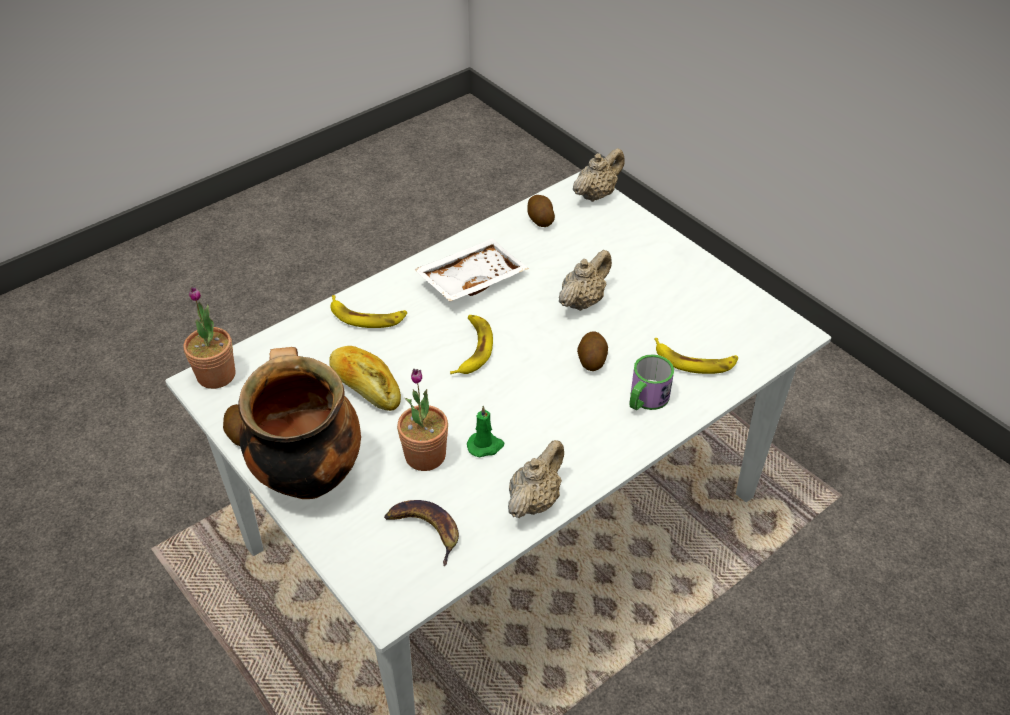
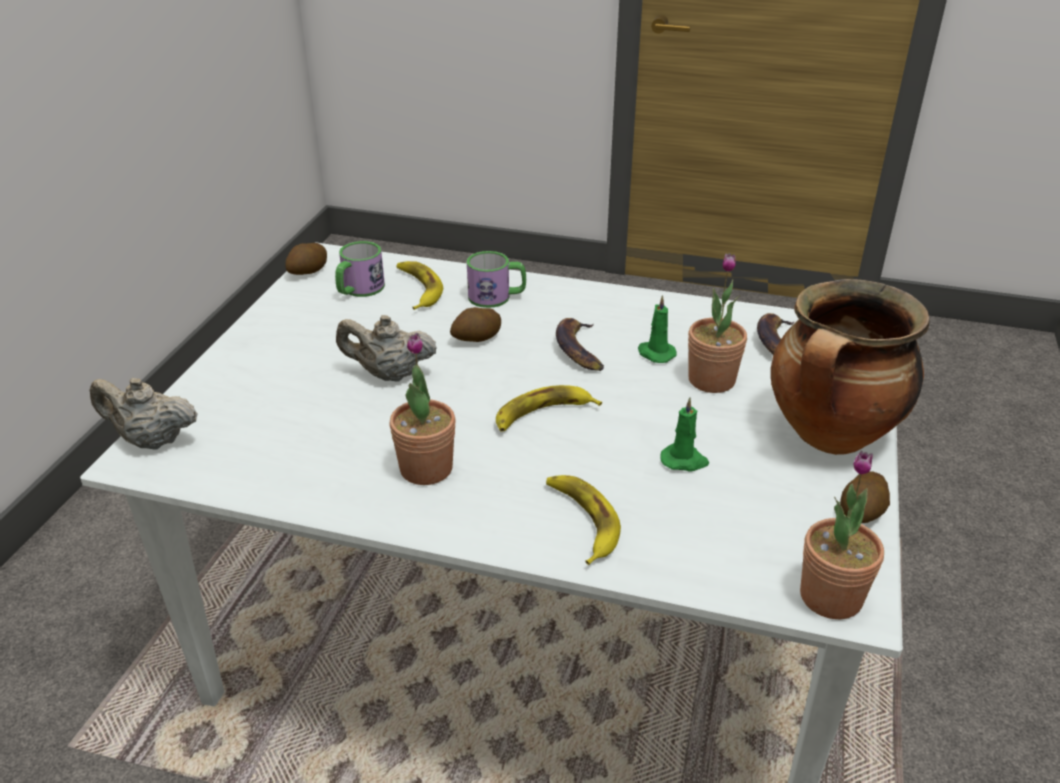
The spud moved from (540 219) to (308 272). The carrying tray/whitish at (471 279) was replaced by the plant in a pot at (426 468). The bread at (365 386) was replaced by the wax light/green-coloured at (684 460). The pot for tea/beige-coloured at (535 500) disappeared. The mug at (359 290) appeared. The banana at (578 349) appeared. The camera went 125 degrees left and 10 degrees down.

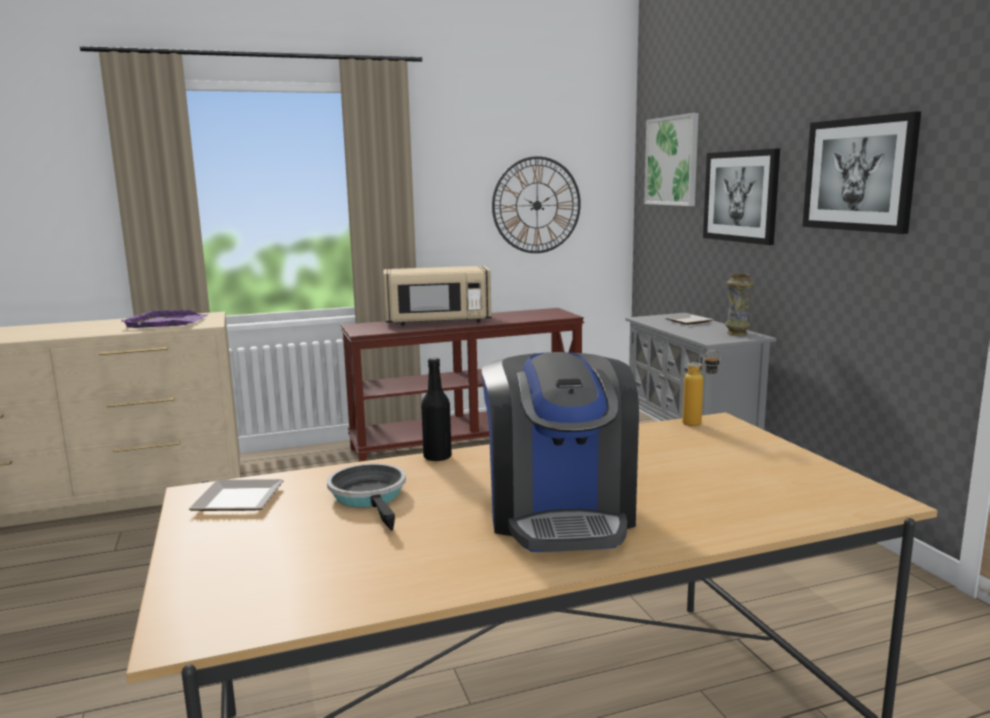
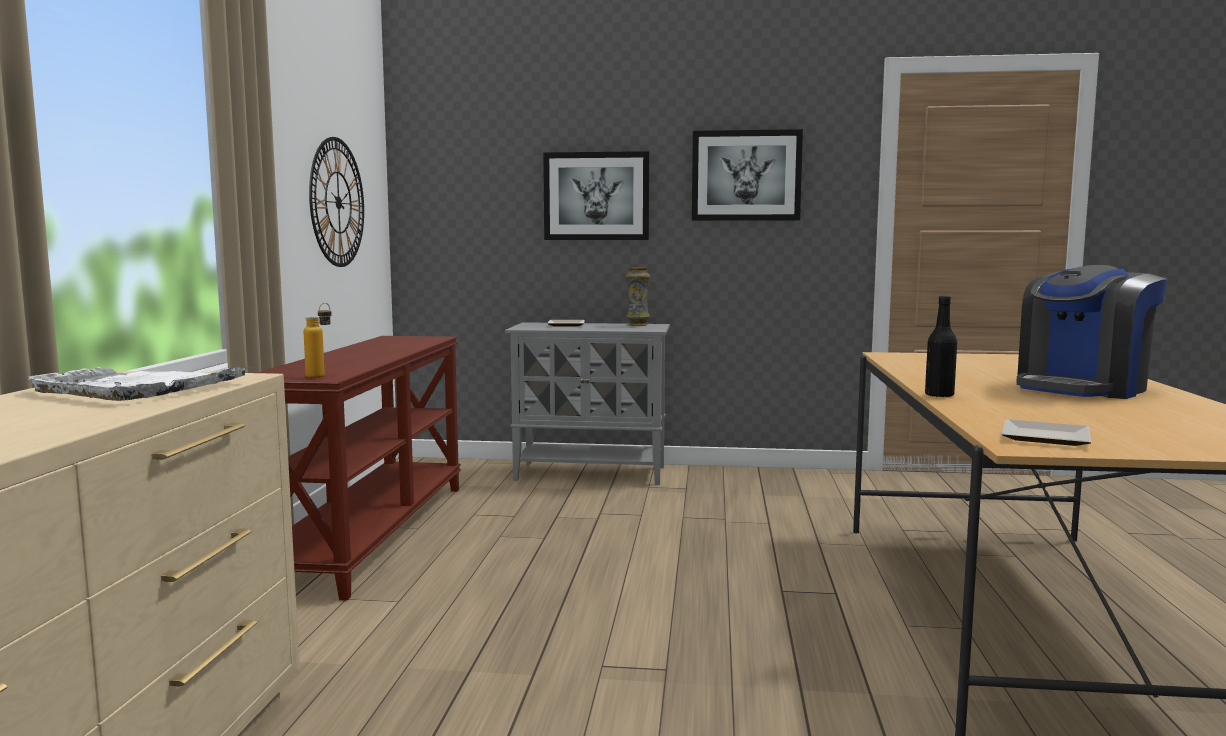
The wall picture at (672 161) disappeared. The kitchen microwave/beige-coloured at (438 322) disappeared. The carrying tray/purple at (167 323) became the carrying tray/whitish at (139 388). The bottle moved from (699 423) to (321 375). The coffee machine at (560 513) turned 120 degrees clockwise. The frying pan at (370 497) disappeared. The camera went 65 degrees left and 5 degrees down.

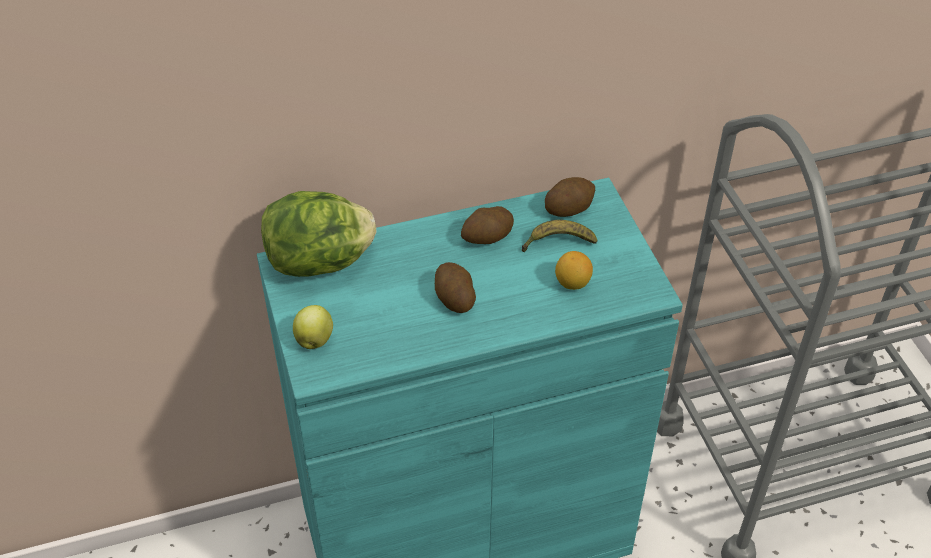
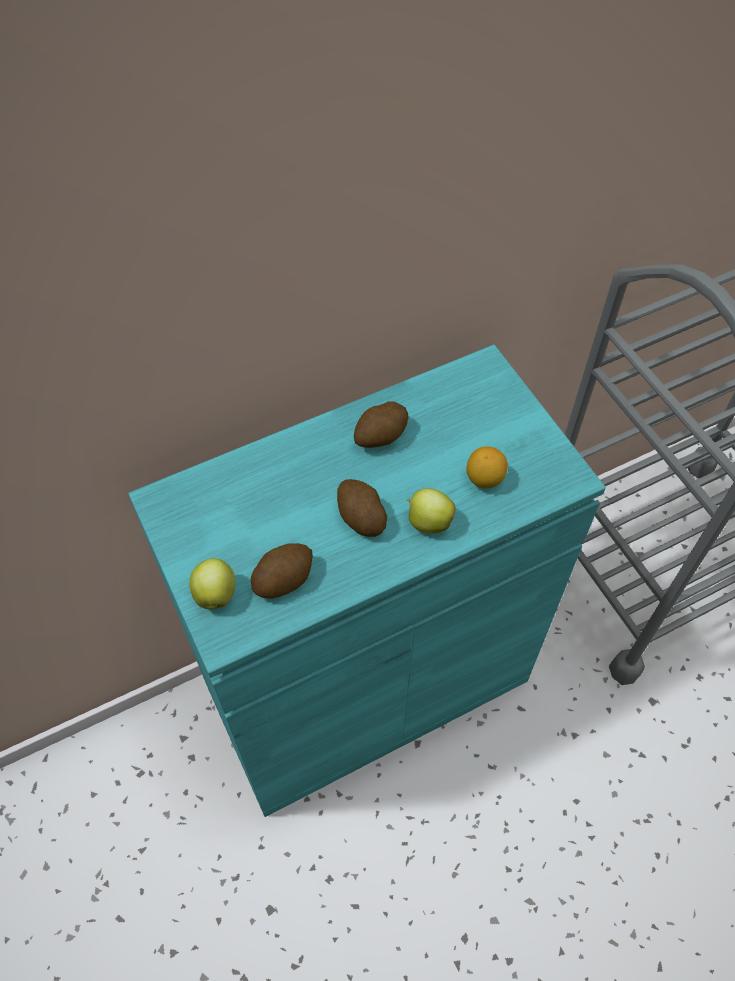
The spud moved from (569 208) to (283 579). The lettuce at (320 262) disappeared. The banana at (557 243) disappeared. The apple fruit at (428 522) appeared. The camera went 10 degrees left and 10 degrees up.

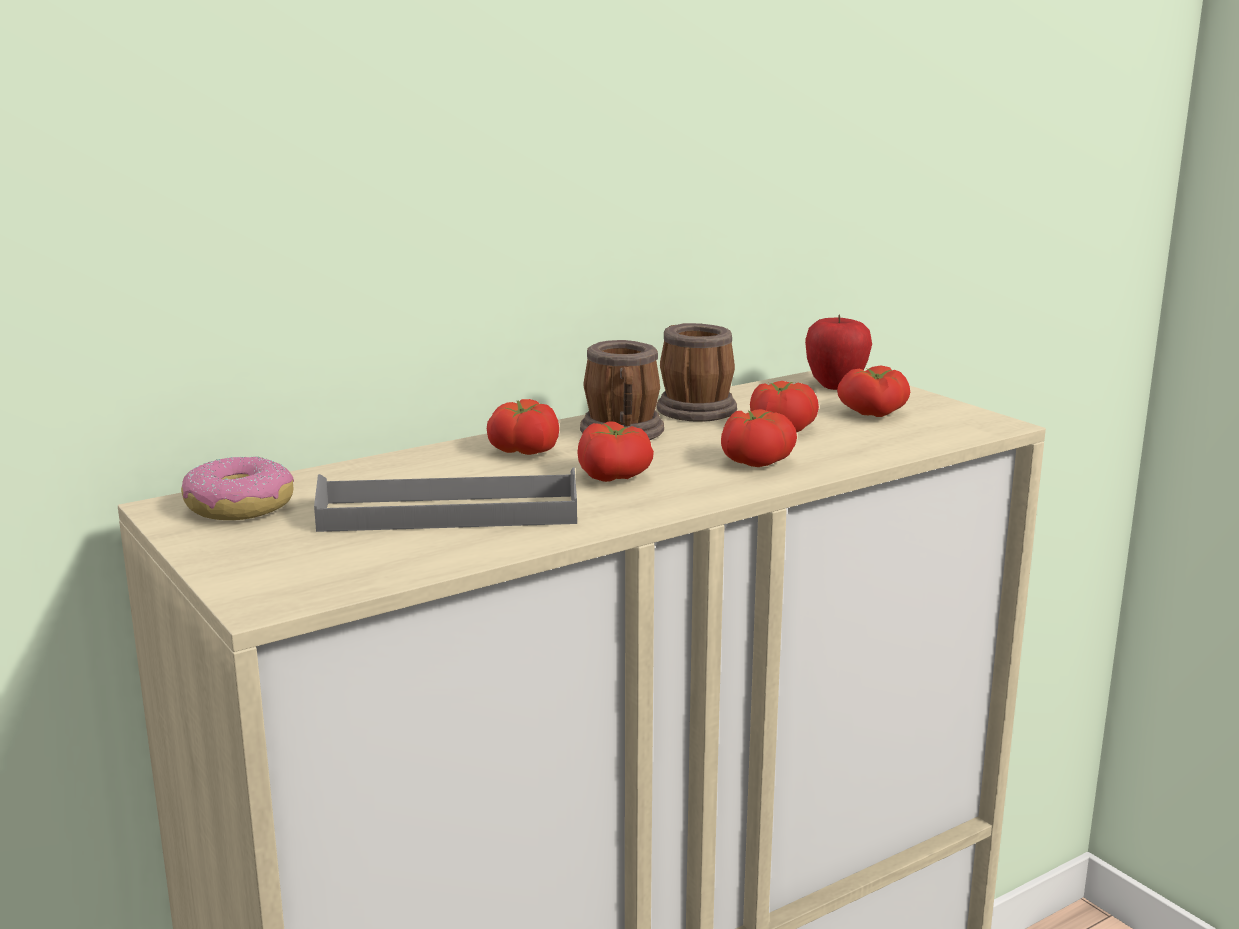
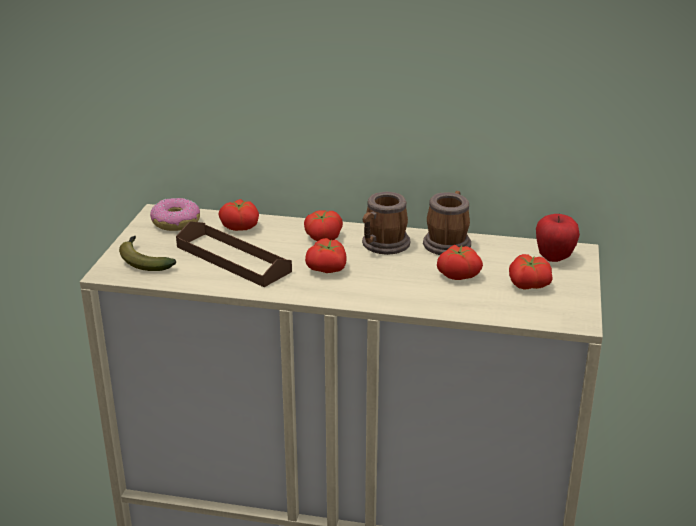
The tomato moved from (753 461) to (240 226). The carrying tray/grey at (449 513) became the carrying tray/brownish at (233 259). The banana at (143 260) appeared. The camera went 45 degrees right and 10 degrees up.

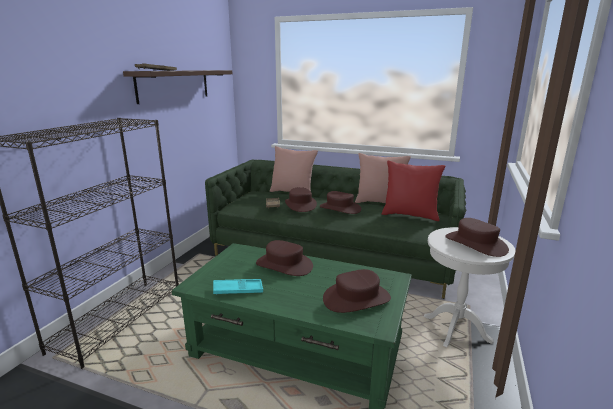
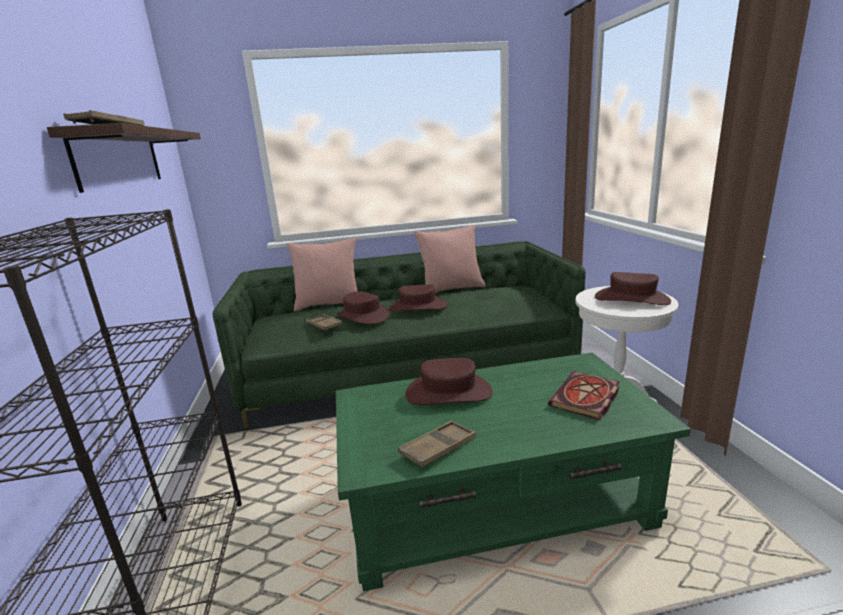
The throw pillow/red-coloured at (410 215) disappeared. The wearable hat/brownish at (356 298) was replaced by the book at (586 398). The carrying tray/blue-green at (238 290) became the carrying tray/brownish at (438 448). The camera went 30 degrees left and 0 degrees up.

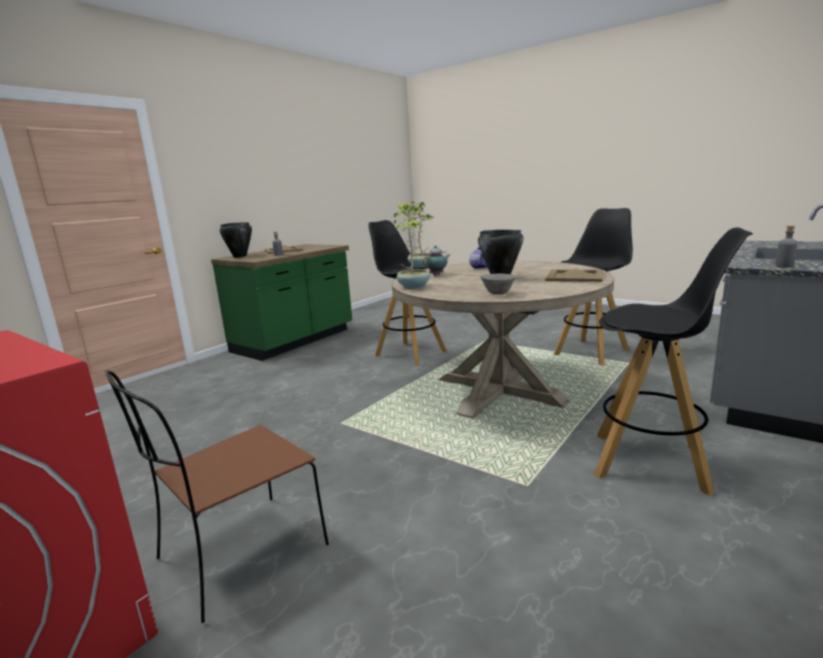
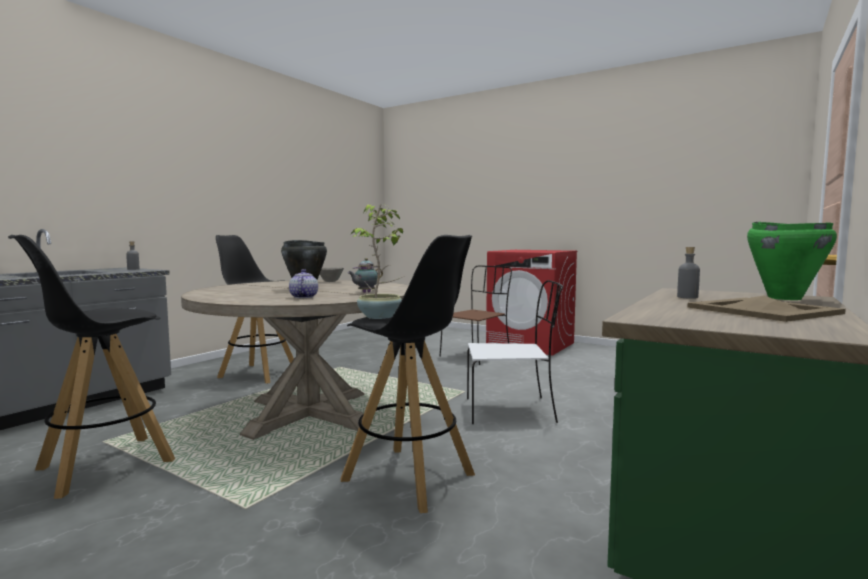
The plant in a pot at (414 287) disappeared. The saucepot/black-coloured at (239 256) became the saucepot/green-coloured at (784 298). The carrying tray/beige-coloured at (574 276) disappeared. The chair/whitish at (512 410) appeared. The camera went 175 degrees right and 10 degrees down.

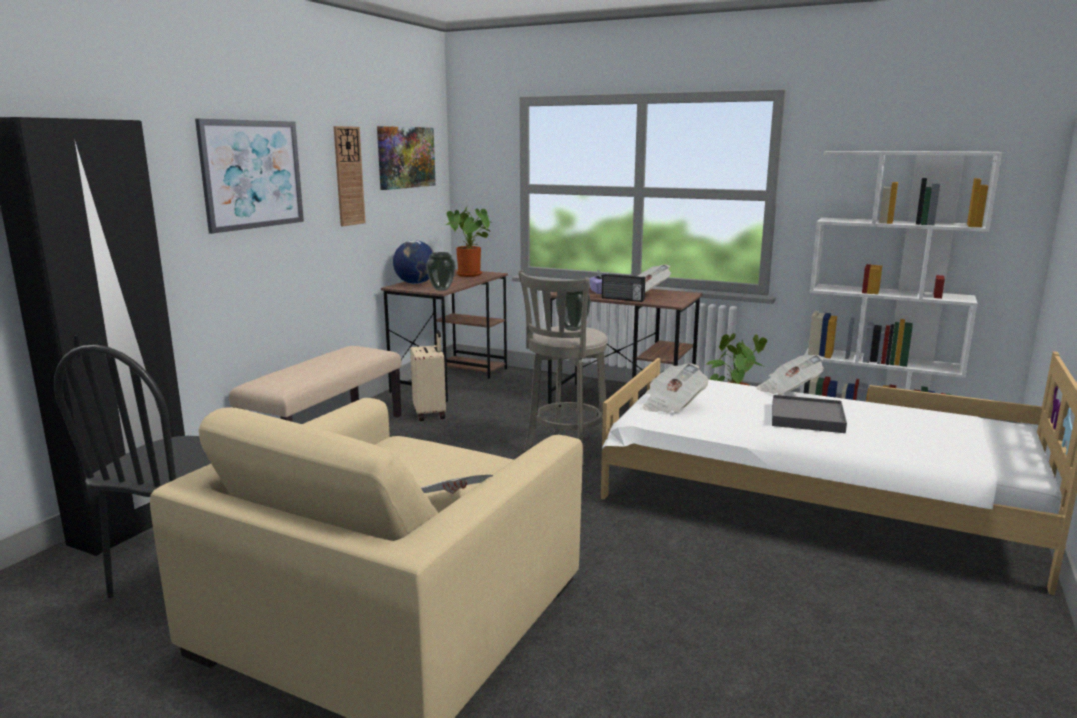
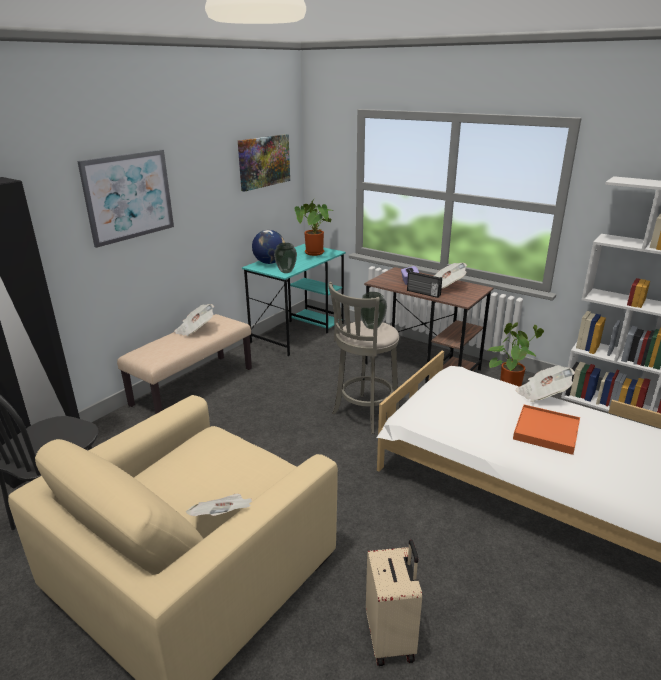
The hanging clock at (348 176) disappeared. The desk table/brownish at (451 379) became the desk table/blue-green at (298 332). The piece of luggage/beige-coloured moved from (430 414) to (391 638). The newspaper moved from (672 405) to (195 330). The carrying tray/grey at (806 417) became the carrying tray/orange-coloured at (546 431). The camera went 10 degrees right and 10 degrees up.

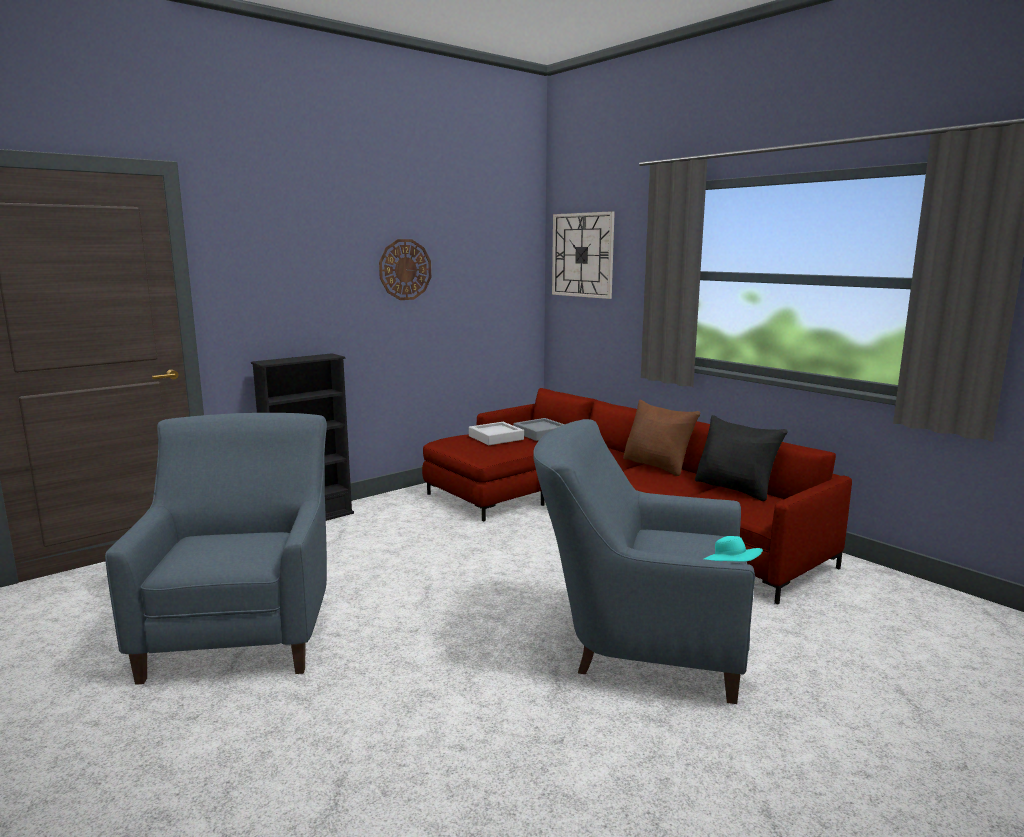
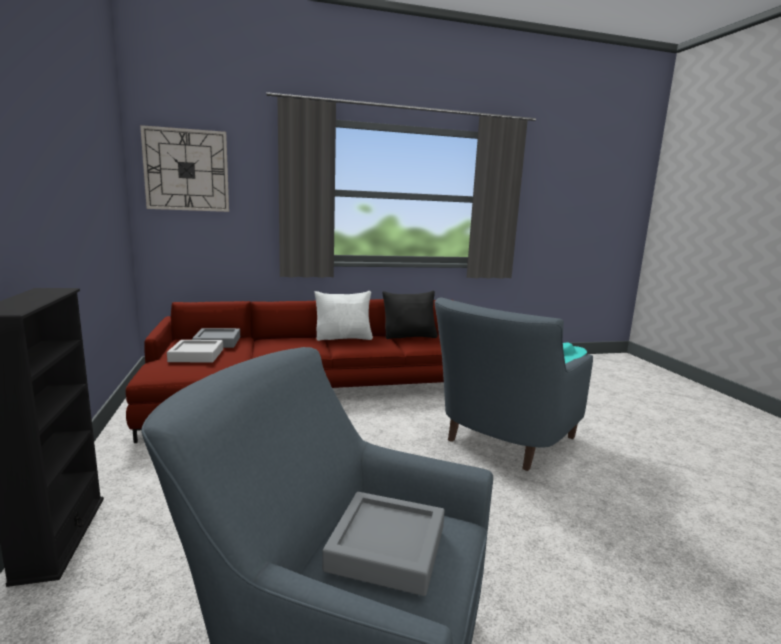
The hanging clock at (405 269) disappeared. The throw pillow/brownish at (657 465) became the throw pillow/whitish at (344 338). The carrying tray/grey at (386 548) appeared. The camera went 65 degrees left and 0 degrees up.

